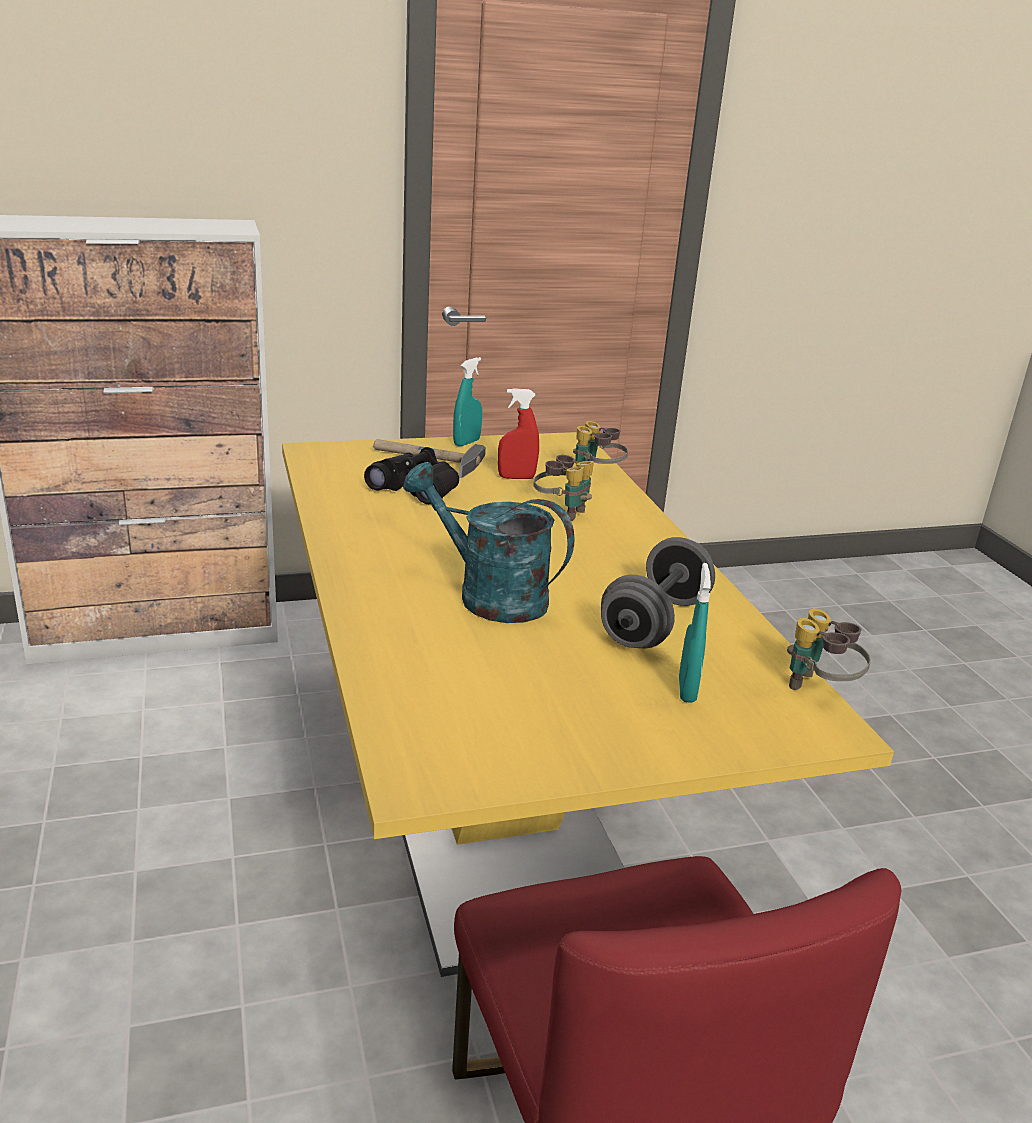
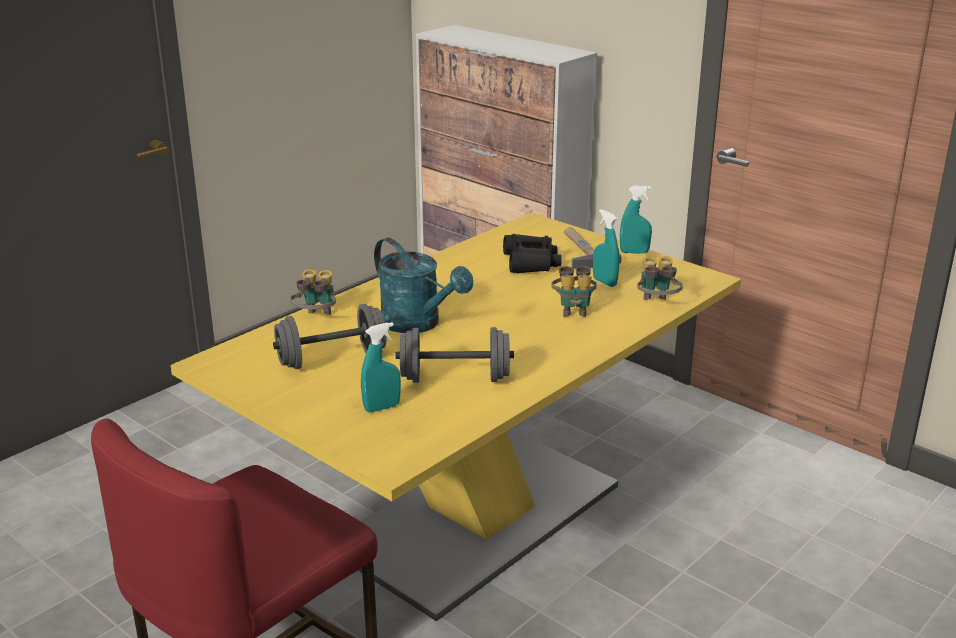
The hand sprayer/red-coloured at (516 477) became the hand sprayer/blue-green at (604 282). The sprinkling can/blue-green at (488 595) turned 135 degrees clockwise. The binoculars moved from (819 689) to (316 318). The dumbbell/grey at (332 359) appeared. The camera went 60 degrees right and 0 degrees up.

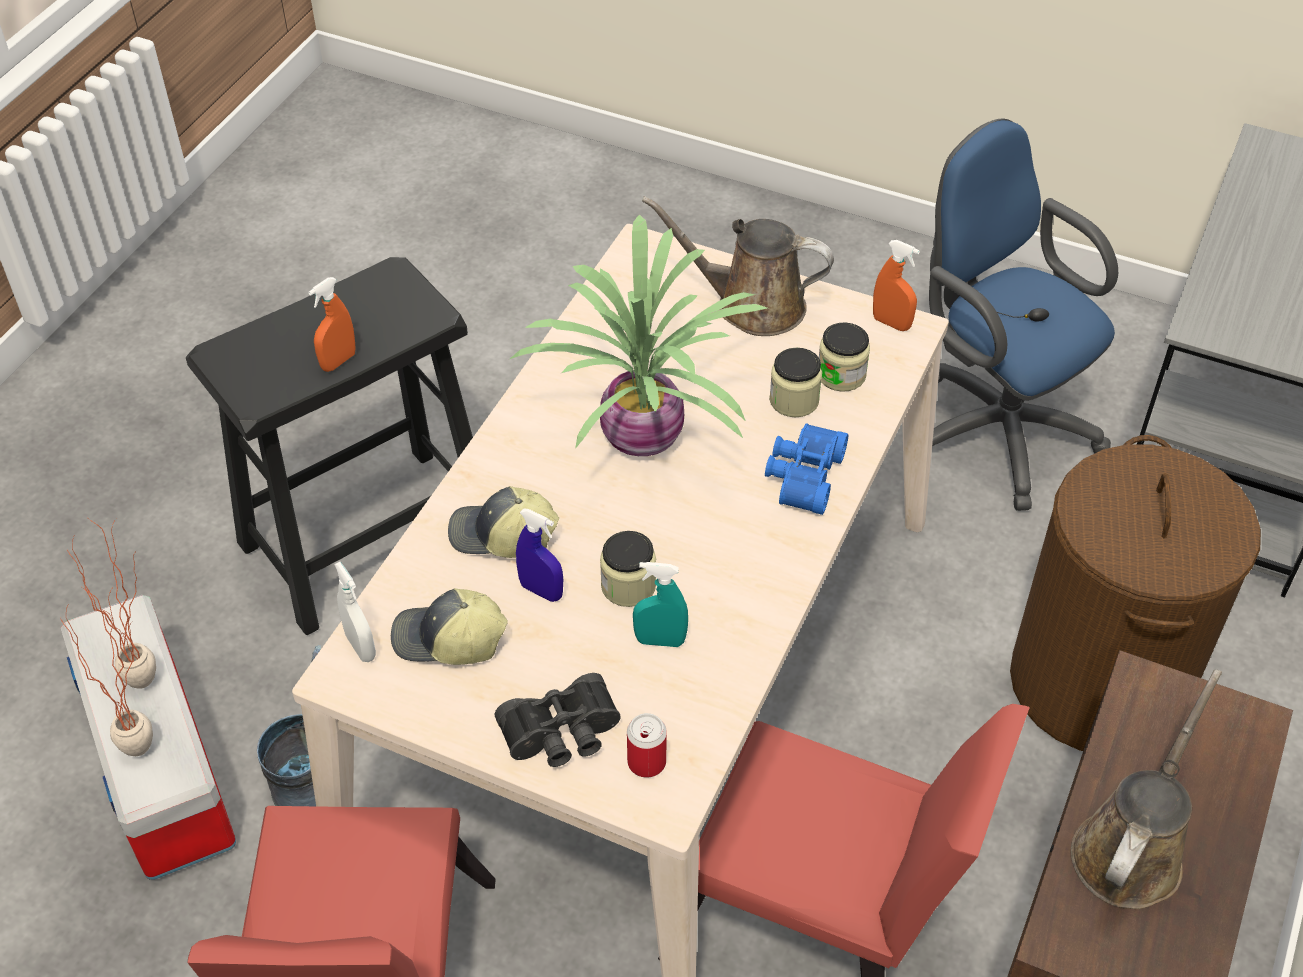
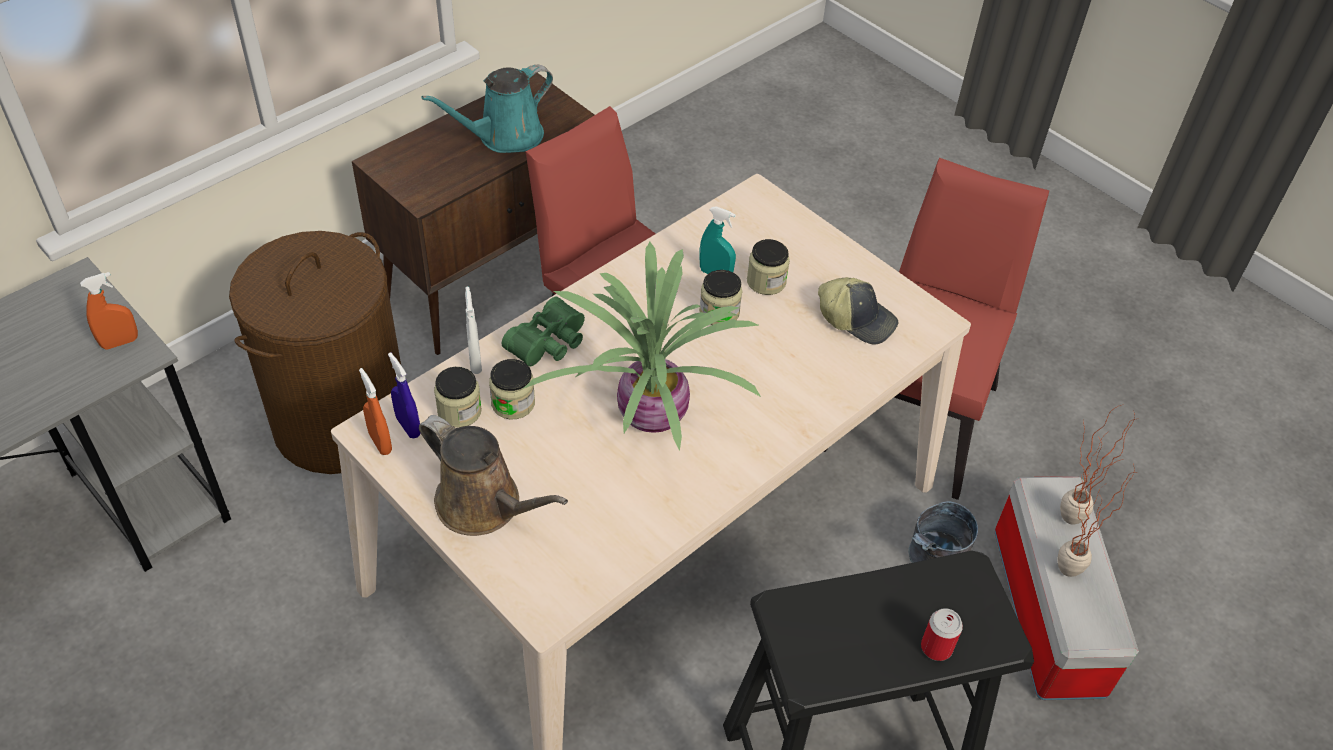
The office chair/blue-coloured at (992 426) disappeared. The hand sprayer/orange-coloured moved from (338 361) to (120 342). The binoculars/blue-coloured at (802 476) became the binoculars/green-coloured at (550 343). The peaked cap at (502 536) disappeared. The hand sprayer/blue-coloured moved from (541 591) to (408 426). The hand sprayer/whitish moved from (361 647) to (475 362). The sprinkling can/brownish at (1131 849) became the sprinkling can/blue-green at (505 137). The binoculars/black-coloured at (562 735) disappeared. The sealed can moved from (646 762) to (936 647). The preserve jar at (766 281) appeared. The camera went 160 degrees left and 0 degrees up.

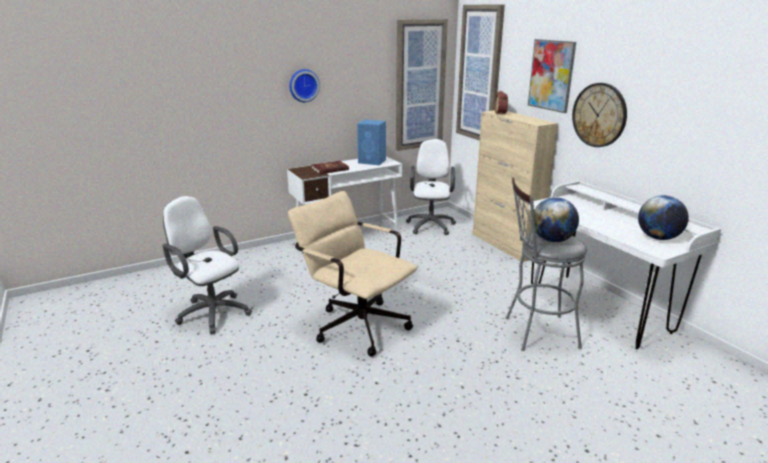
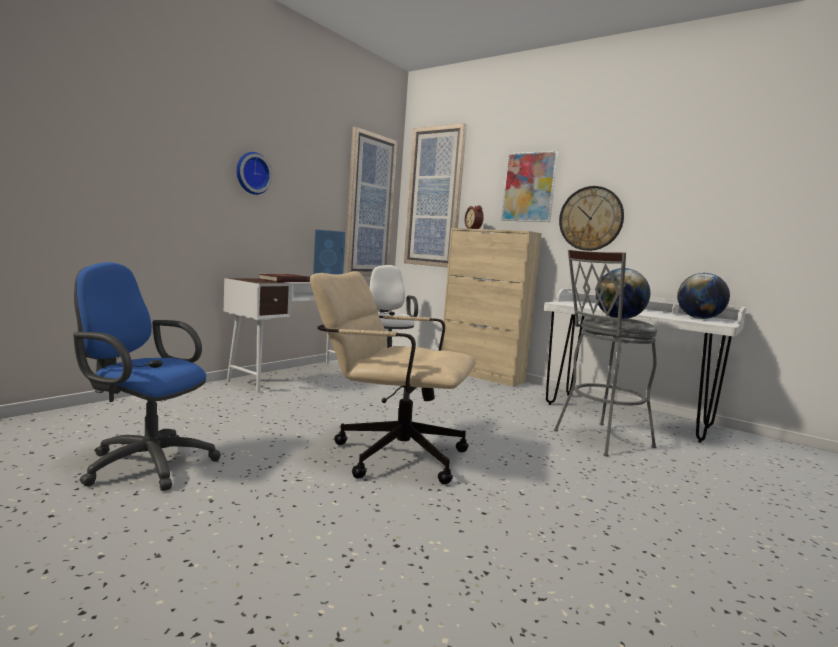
The office chair/whitish at (211 312) became the office chair/blue-coloured at (144 463). The camera went 25 degrees left and 15 degrees down.

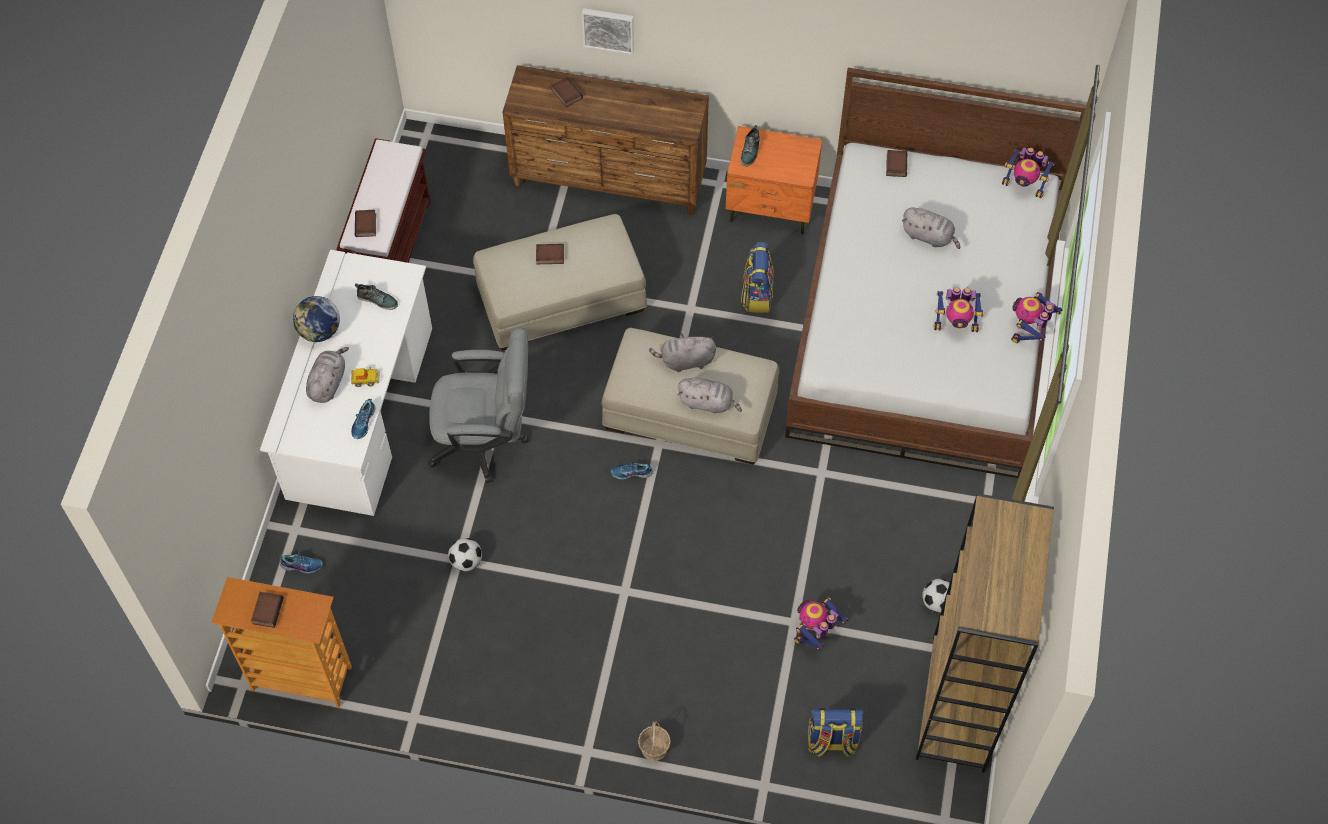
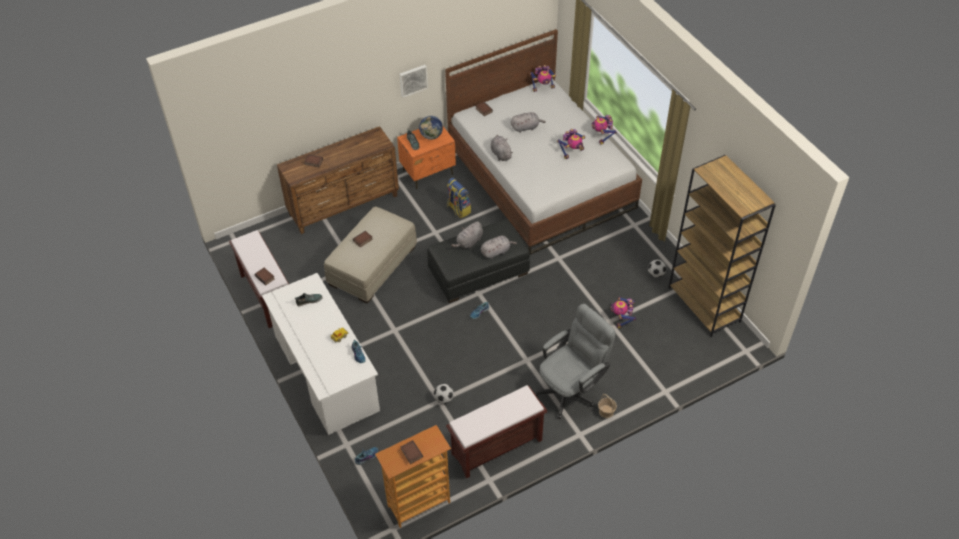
The wall picture moved from (608 29) to (413 80). The desk globe moved from (319 331) to (431 136). The office chair/grey moved from (486 441) to (571 389). The pouffe/beige-coloured at (690 411) became the pouffe/black-coloured at (478 272). The soft toy/grey moved from (328 382) to (500 154). The rucksack at (831 741) disappeared. The bench/brownish at (496 448) appeared. The camera went 40 degrees left and 10 degrees down.

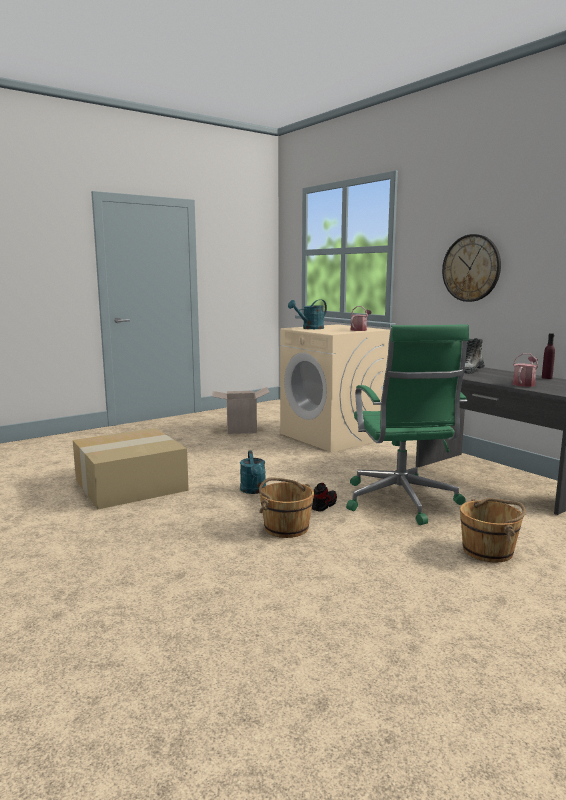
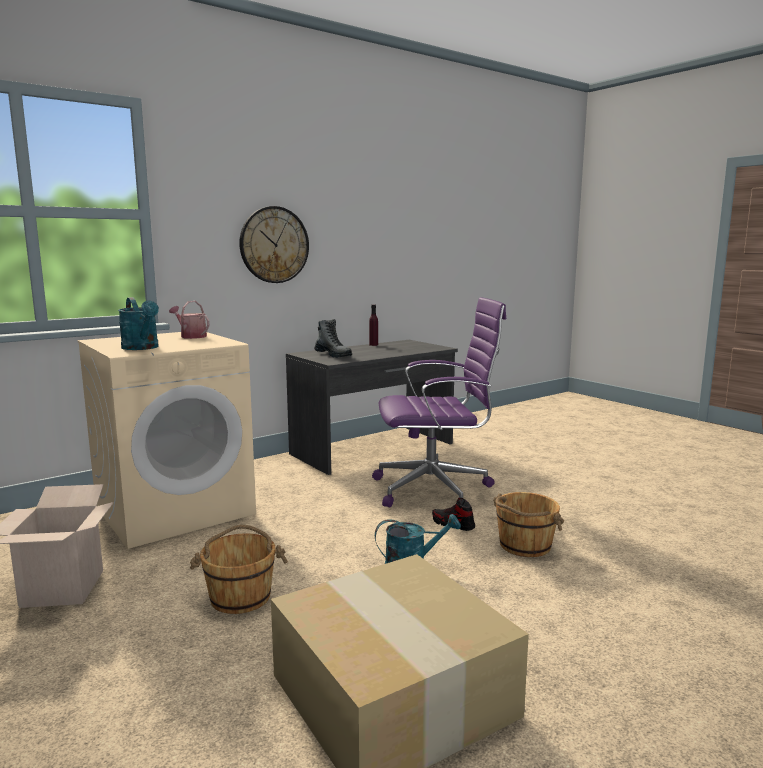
The office chair/green-coloured at (401 502) became the office chair/purple at (435 489). The sprinkling can at (524 384) disappeared. The water bucket/brownish moved from (488 551) to (240 596). The camera went 90 degrees left and 0 degrees up.

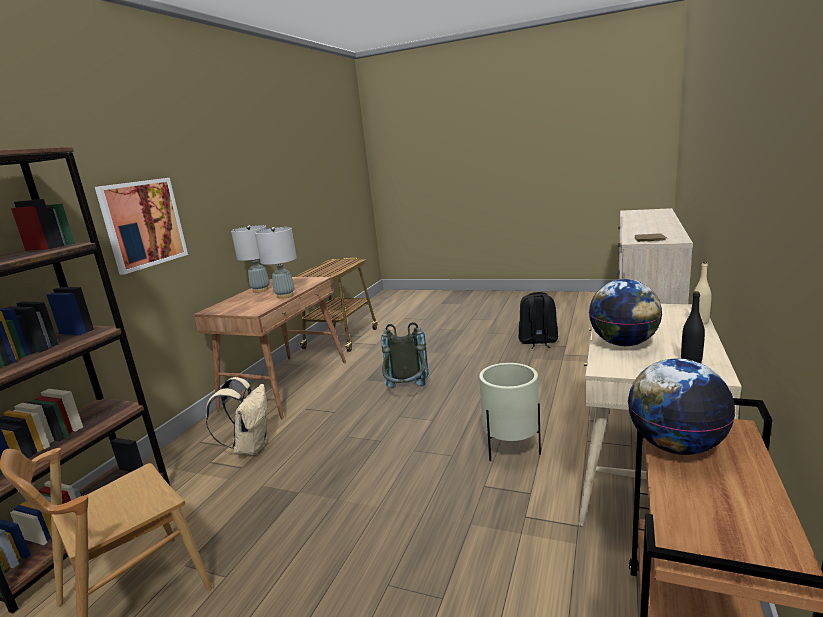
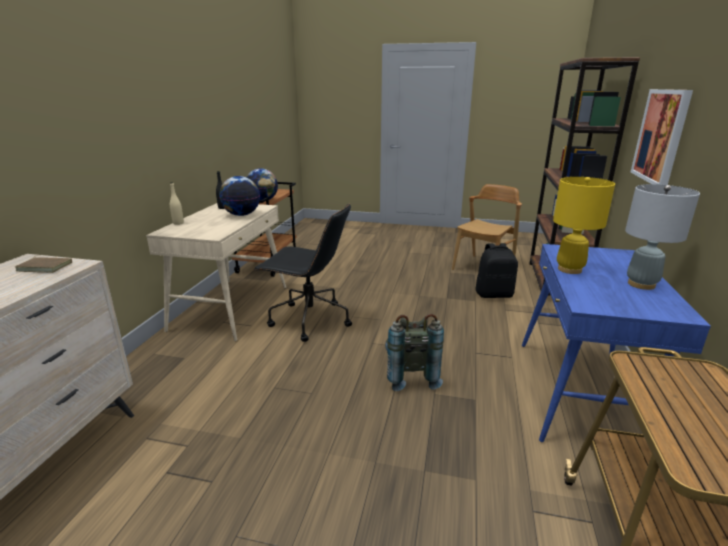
The lamp for a table/grey at (285 296) became the lamp for a table/yellow at (569 269). The desk table/brownish at (286 385) became the desk table/blue-coloured at (581 394). The rucksack/black-coloured moved from (538 342) to (494 294). The plant pot/beige-coloured at (511 449) was replaced by the office chair/black-coloured at (309 320). The rucksack/beige-coloured at (250 447) disappeared. The camera went 170 degrees right and 5 degrees up.

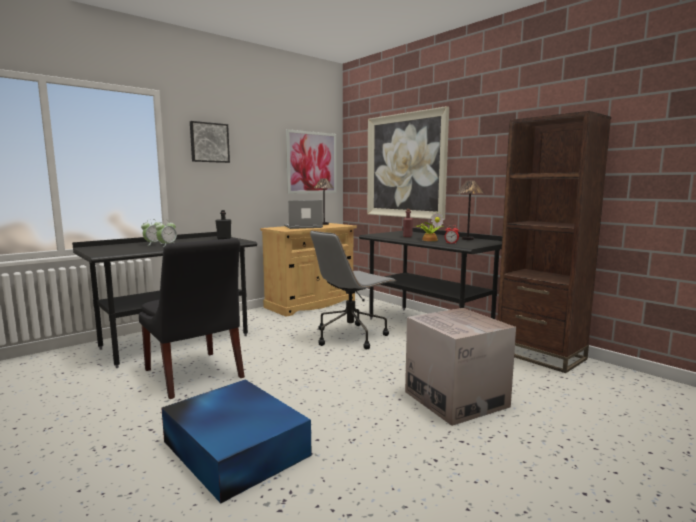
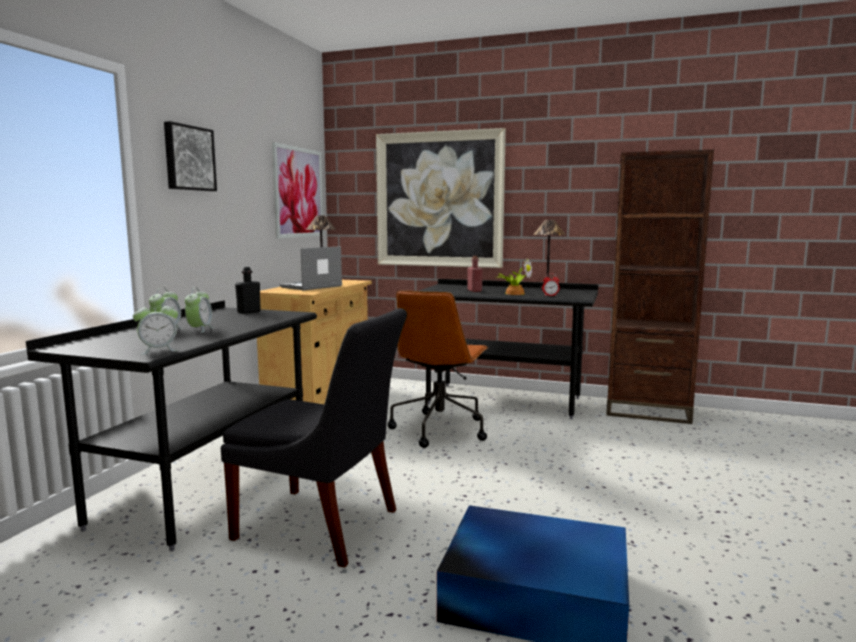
The office chair/grey at (351 336) became the office chair/brownish at (440 429). The cardboard box at (456 399) disappeared. The table clock at (158 350) appeared. The camera went 30 degrees left and 0 degrees up.

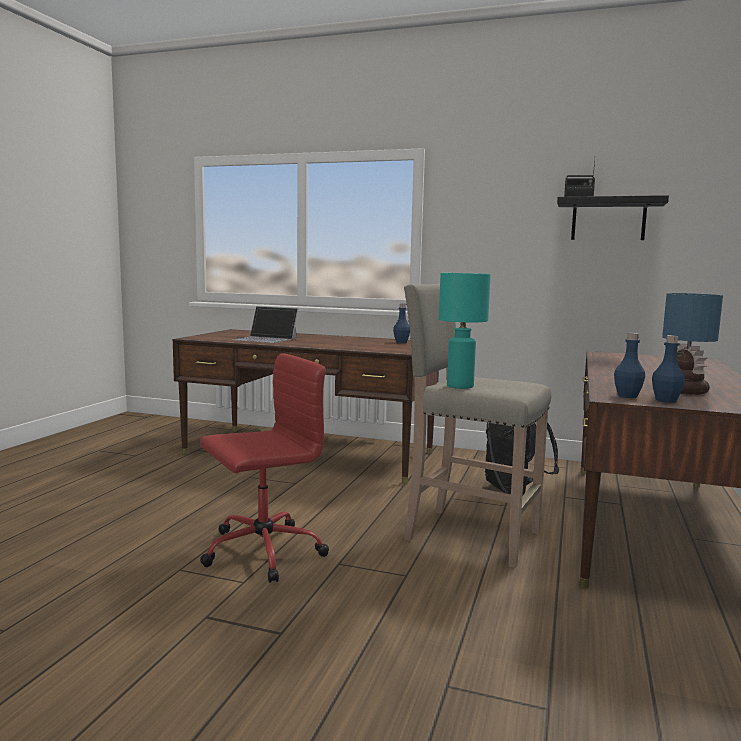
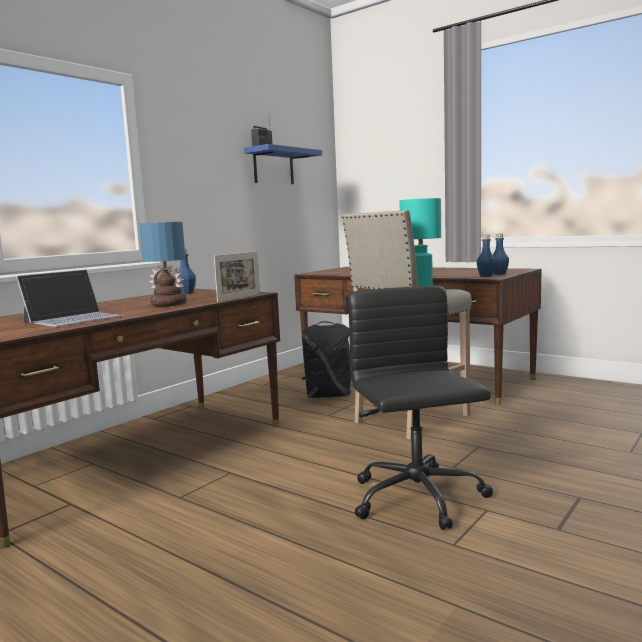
The shelf/black-coloured at (608 220) became the shelf/blue-coloured at (273 167). The lamp for a table moved from (682 391) to (167 304). The office chair/red-coloured at (261 551) became the office chair/black-coloured at (418 499). The standing frame at (239 298) appeared. The camera went 70 degrees left and 0 degrees up.

